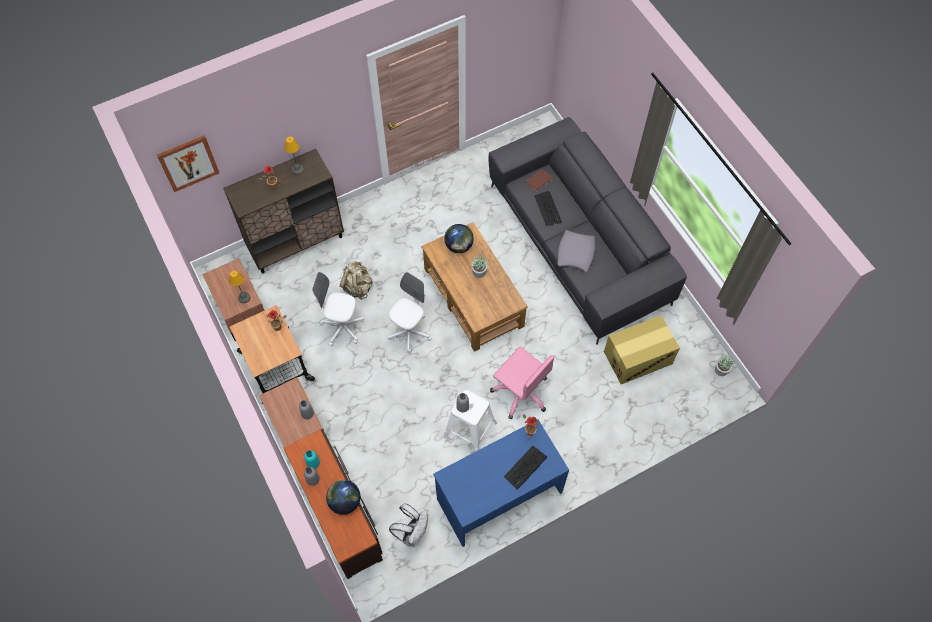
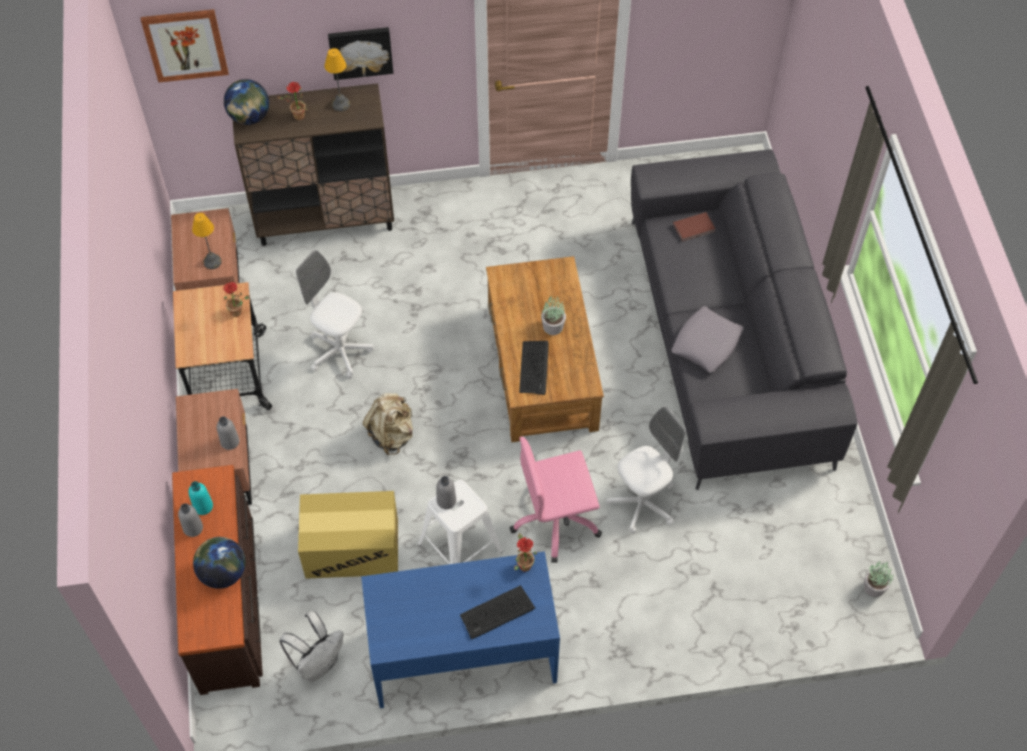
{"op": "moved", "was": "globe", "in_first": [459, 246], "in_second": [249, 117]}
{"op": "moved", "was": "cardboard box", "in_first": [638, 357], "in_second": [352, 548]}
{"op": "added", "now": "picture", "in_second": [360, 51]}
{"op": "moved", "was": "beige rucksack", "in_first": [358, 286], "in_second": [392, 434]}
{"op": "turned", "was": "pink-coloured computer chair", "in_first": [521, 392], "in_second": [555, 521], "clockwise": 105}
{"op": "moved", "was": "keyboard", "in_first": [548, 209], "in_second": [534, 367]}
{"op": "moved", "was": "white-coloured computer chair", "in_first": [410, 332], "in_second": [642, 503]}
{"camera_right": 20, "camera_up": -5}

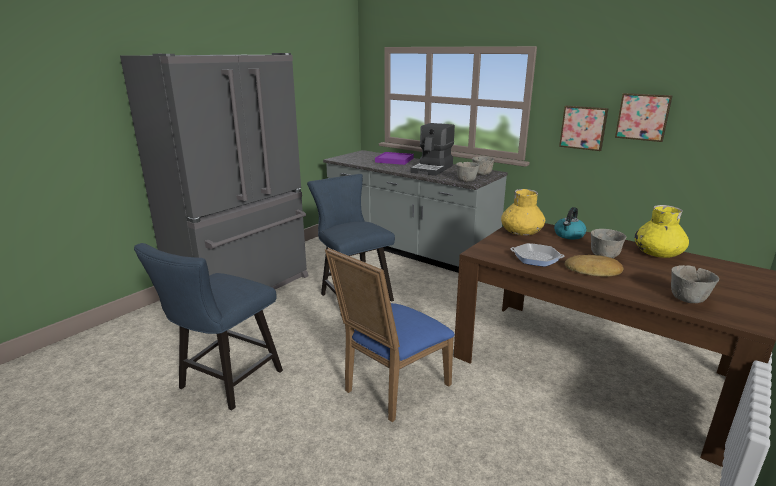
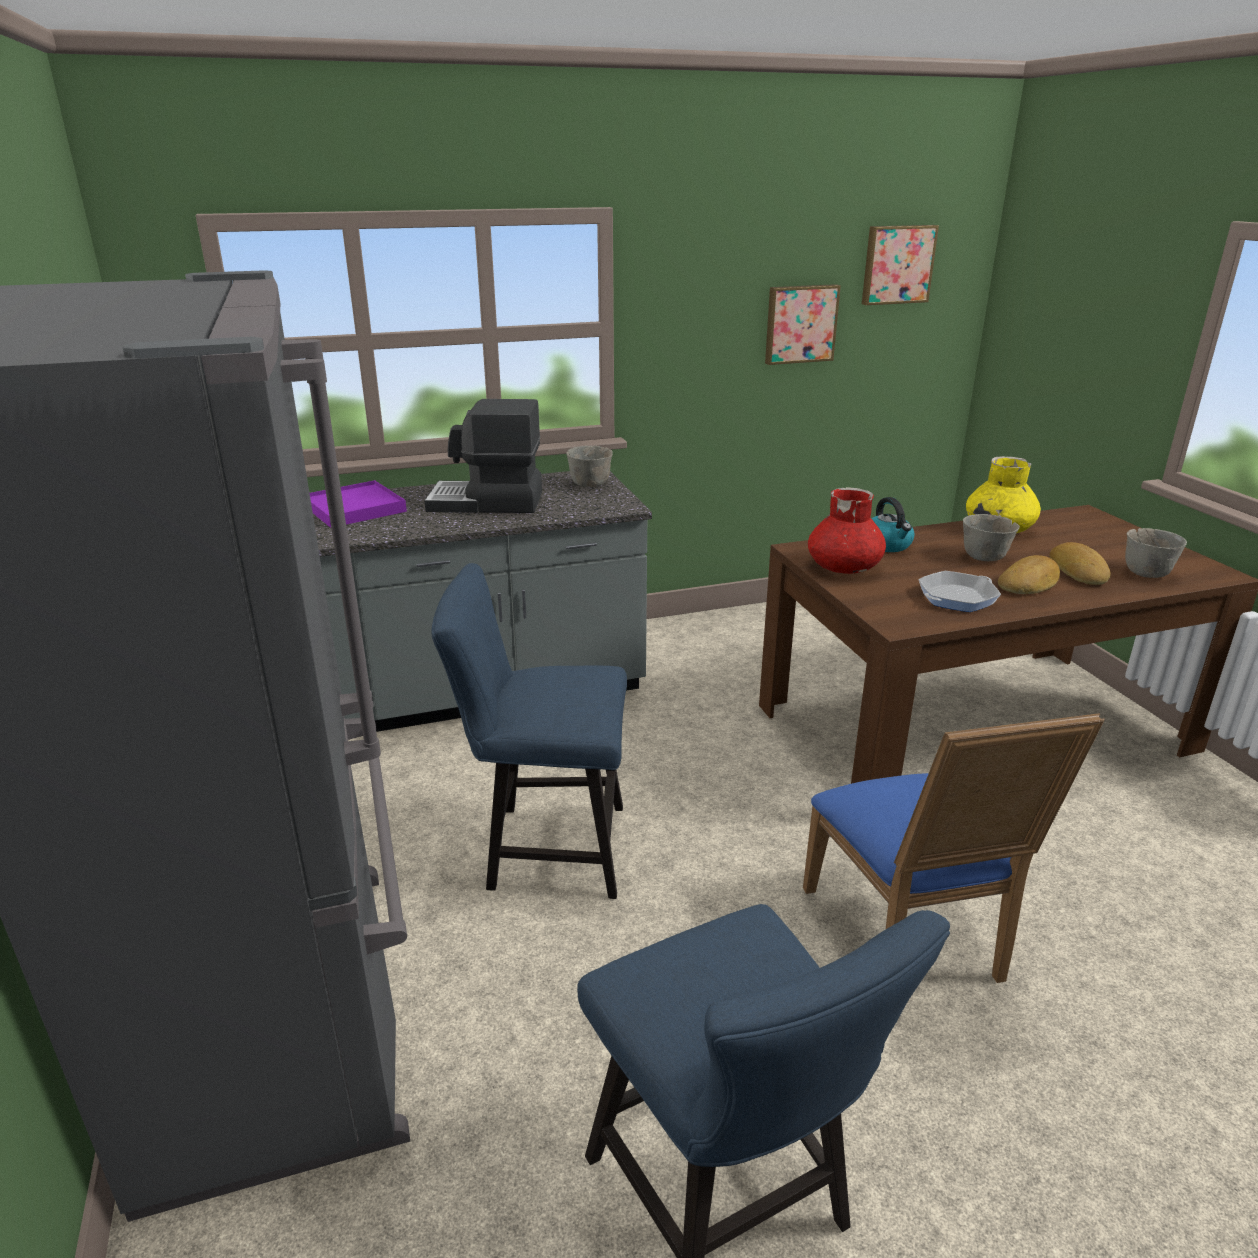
{"op": "turned", "was": "coffee brewer", "in_first": [433, 169], "in_second": [486, 502], "clockwise": 120}
{"op": "recoloured", "was": "yellowish vase", "now": "reddish vase", "in_first": [521, 233], "in_second": [844, 567]}
{"op": "moved", "was": "picture", "in_first": [583, 127], "in_second": [897, 264]}
{"op": "added", "now": "bread", "in_second": [1079, 571]}
{"op": "removed", "was": "grey serving bowl", "in_first": [466, 180]}
{"camera_right": -55, "camera_up": 5}

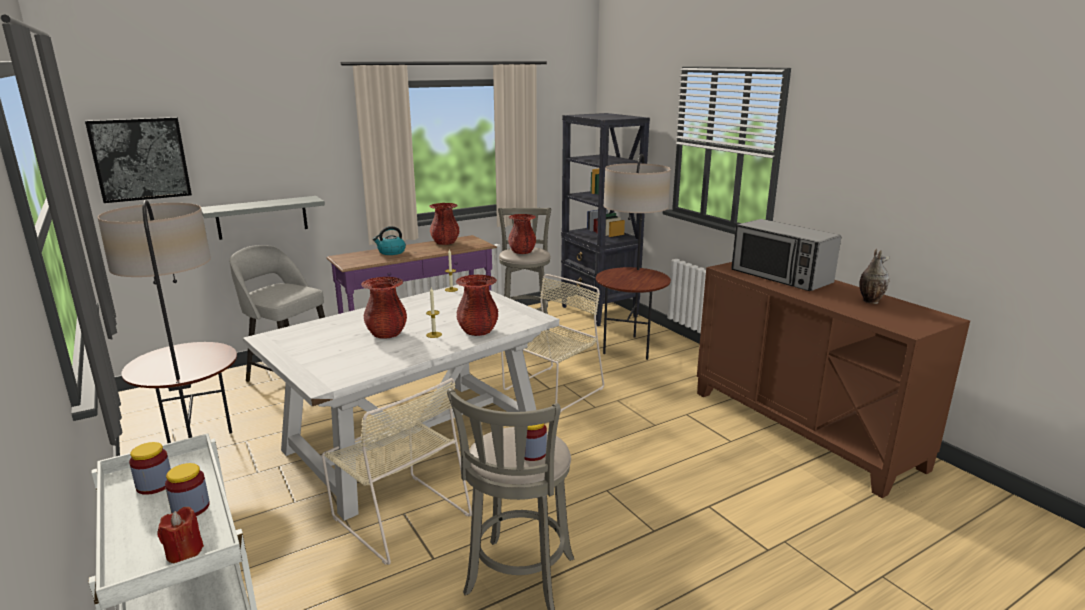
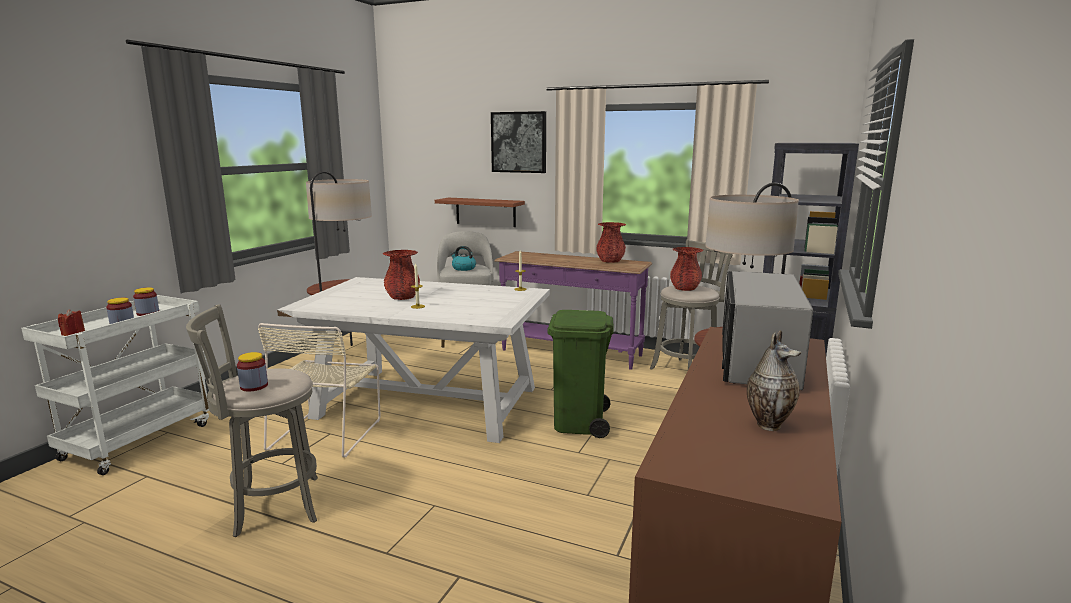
{"op": "recoloured", "was": "grey bracket shelf", "now": "brown-coloured bracket shelf", "in_first": [262, 217], "in_second": [485, 212]}
{"op": "moved", "was": "tea kettle", "in_first": [391, 252], "in_second": [463, 268]}
{"op": "moved", "was": "picture", "in_first": [140, 159], "in_second": [519, 142]}
{"op": "replaced", "was": "beige plain chair", "now": "greenish waste bin", "in_first": [551, 390], "in_second": [579, 423]}
{"op": "removed", "was": "reddish vase", "in_first": [477, 331]}
{"camera_right": 55, "camera_up": -5}

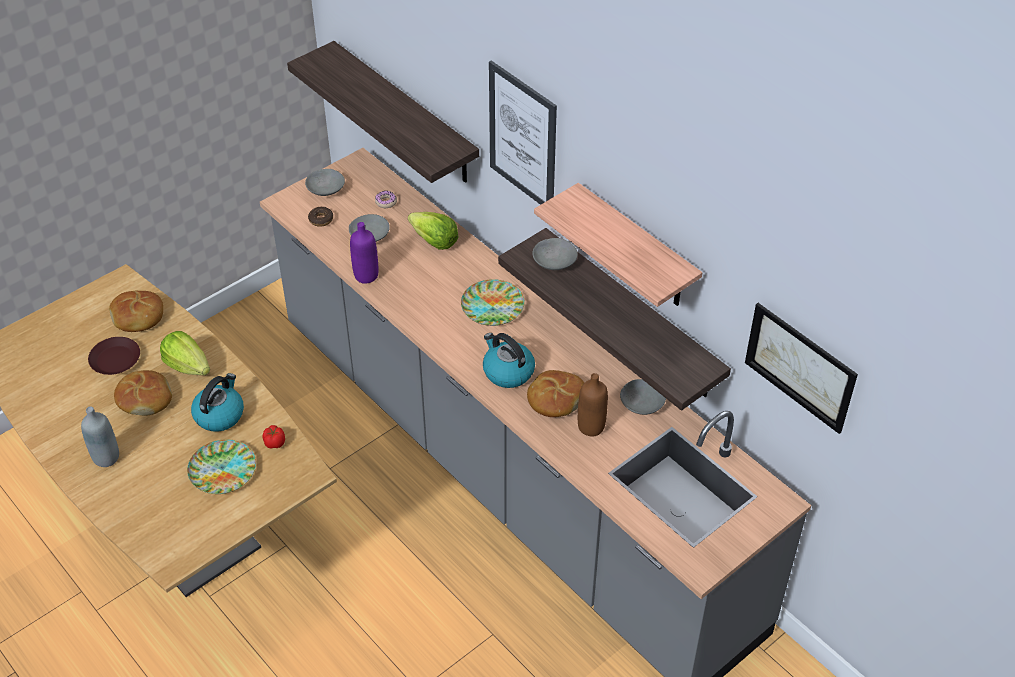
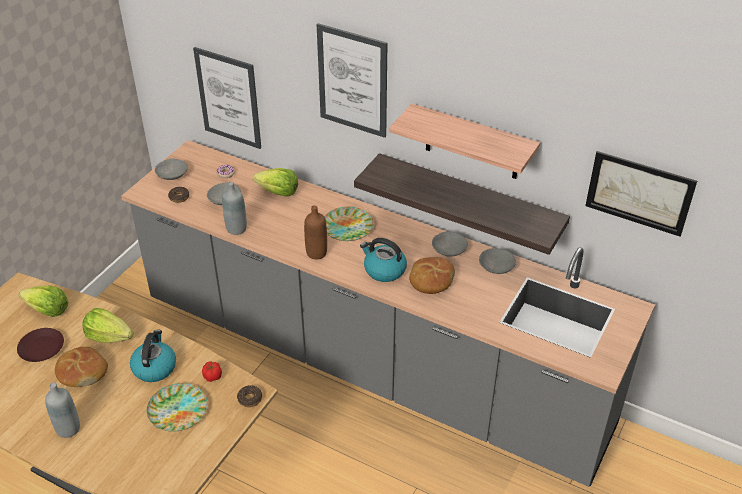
{"op": "replaced", "was": "bread", "now": "lettuce head", "in_first": [138, 317], "in_second": [47, 310]}
{"op": "replaced", "was": "bracket shelf", "now": "picture", "in_first": [405, 114], "in_second": [228, 98]}
{"op": "recoloured", "was": "purple-coloured beverage bottle", "now": "grey beverage bottle", "in_first": [366, 275], "in_second": [236, 229]}
{"op": "added", "now": "donut", "in_second": [250, 399]}
{"op": "moved", "was": "brown-coloured beverage bottle", "in_first": [591, 427], "in_second": [316, 253]}
{"op": "moved", "was": "grey serving bowl", "in_first": [554, 261], "in_second": [449, 249]}
{"camera_right": -20, "camera_up": -5}

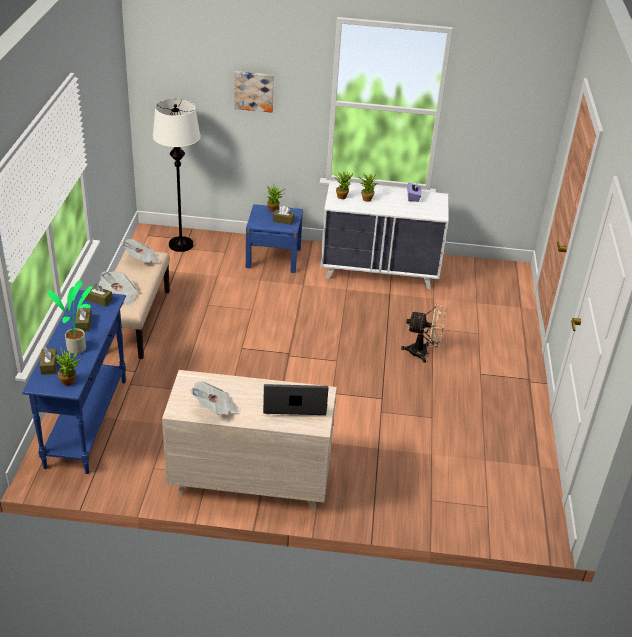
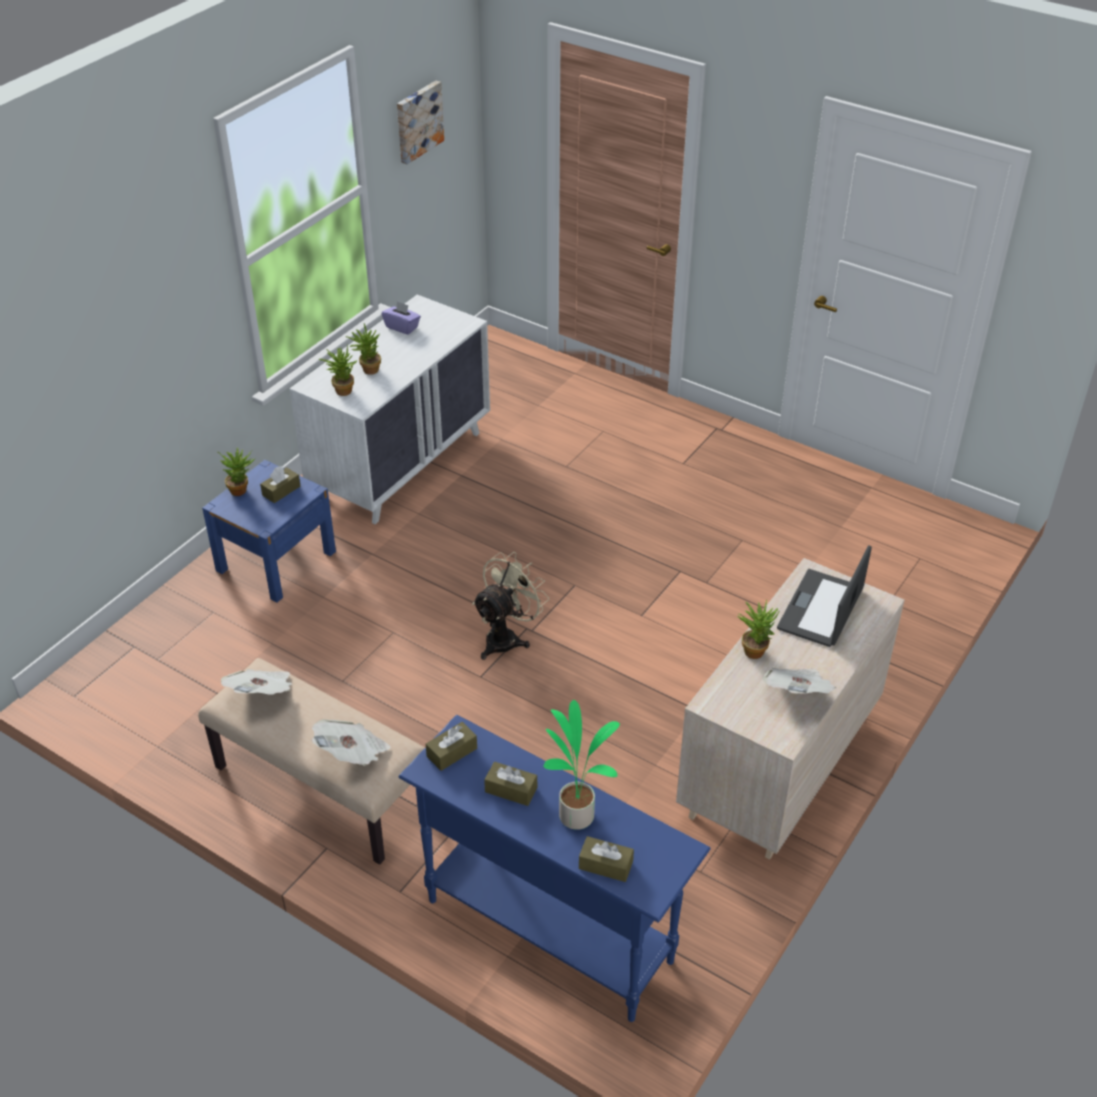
{"op": "moved", "was": "picture", "in_first": [254, 91], "in_second": [418, 121]}
{"op": "moved", "was": "beige cooling fan", "in_first": [423, 353], "in_second": [507, 637]}
{"op": "moved", "was": "plant in a pot", "in_first": [70, 381], "in_second": [755, 649]}
{"op": "removed", "was": "white-coloured floor lamp", "in_first": [181, 245]}
{"camera_right": -60, "camera_up": 5}

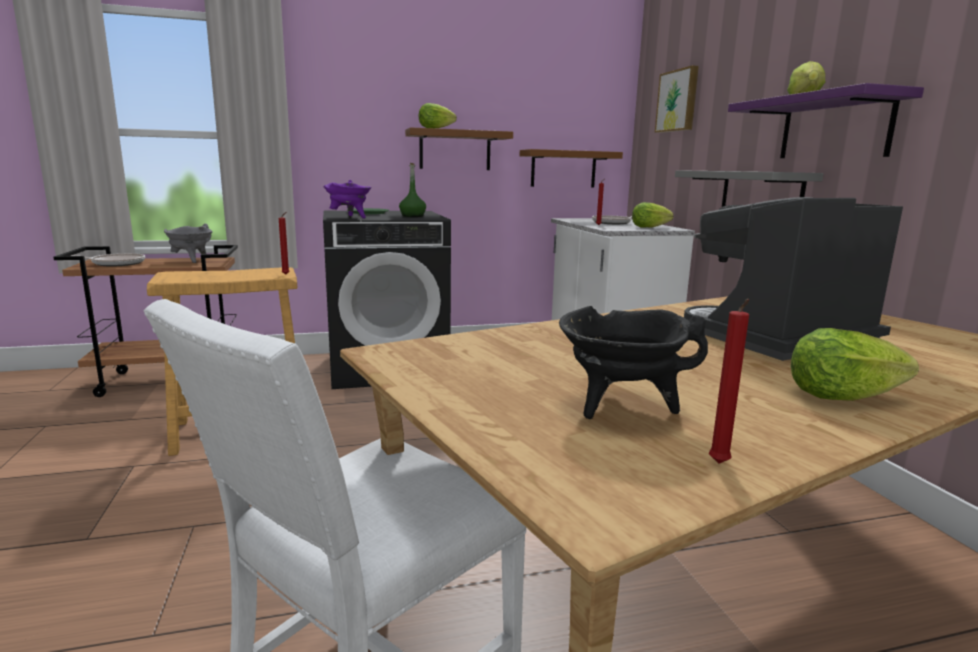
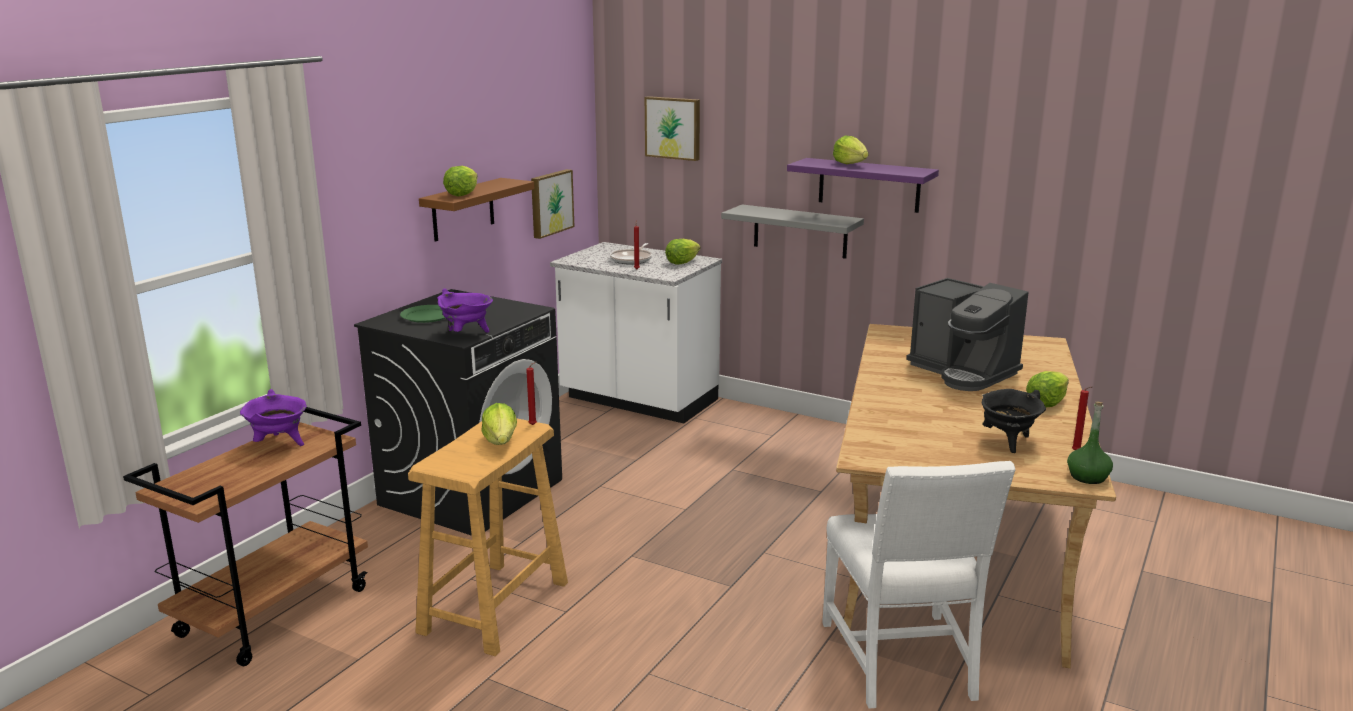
{"op": "recoloured", "was": "grey stockpot", "now": "purple-coloured stockpot", "in_first": [191, 260], "in_second": [279, 444]}
{"op": "added", "now": "lettuce head", "in_second": [501, 442]}
{"op": "replaced", "was": "brown-coloured bracket shelf", "now": "picture", "in_first": [563, 169], "in_second": [550, 203]}
{"op": "turned", "was": "coffee brewer", "in_first": [778, 338], "in_second": [963, 372], "clockwise": -60}
{"op": "moved", "was": "greenish beverage bottle", "in_first": [412, 216], "in_second": [1087, 477]}
{"op": "removed", "was": "pan", "in_first": [115, 263]}
{"camera_right": -45, "camera_up": 5}

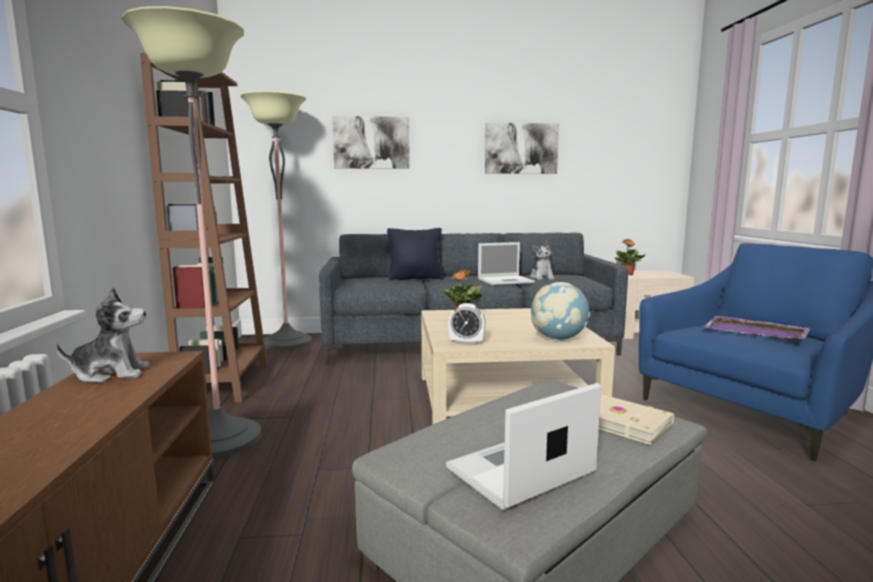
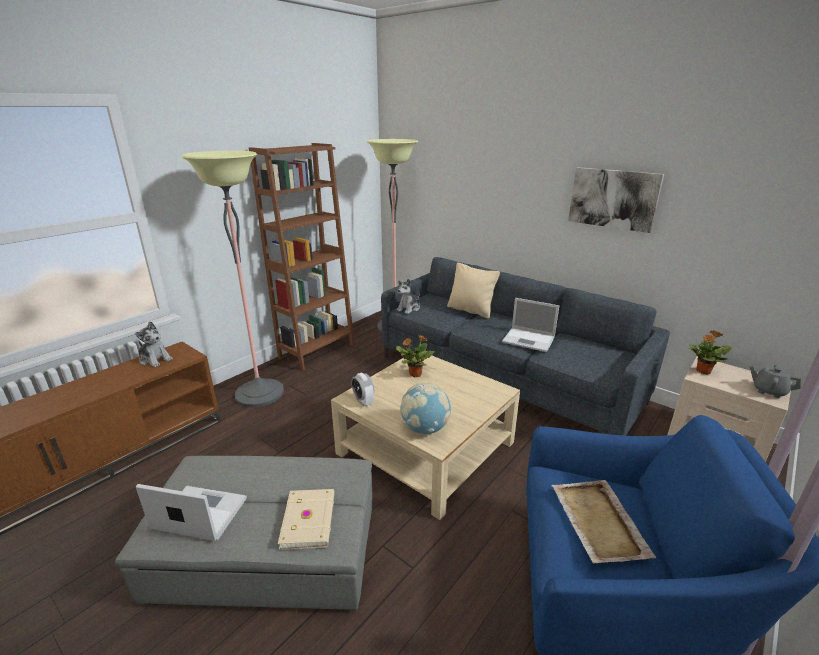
{"op": "moved", "was": "cuddly toy", "in_first": [541, 278], "in_second": [409, 308]}
{"op": "recoloured", "was": "blackish pillow", "now": "beige pillow", "in_first": [415, 278], "in_second": [471, 310]}
{"op": "recoloured", "was": "purple-coloured serving tray", "now": "beige serving tray", "in_first": [756, 331], "in_second": [598, 522]}
{"op": "added", "now": "grey tea pot", "in_second": [768, 391]}
{"op": "removed", "was": "picture", "in_first": [371, 142]}
{"camera_right": 45, "camera_up": 15}

